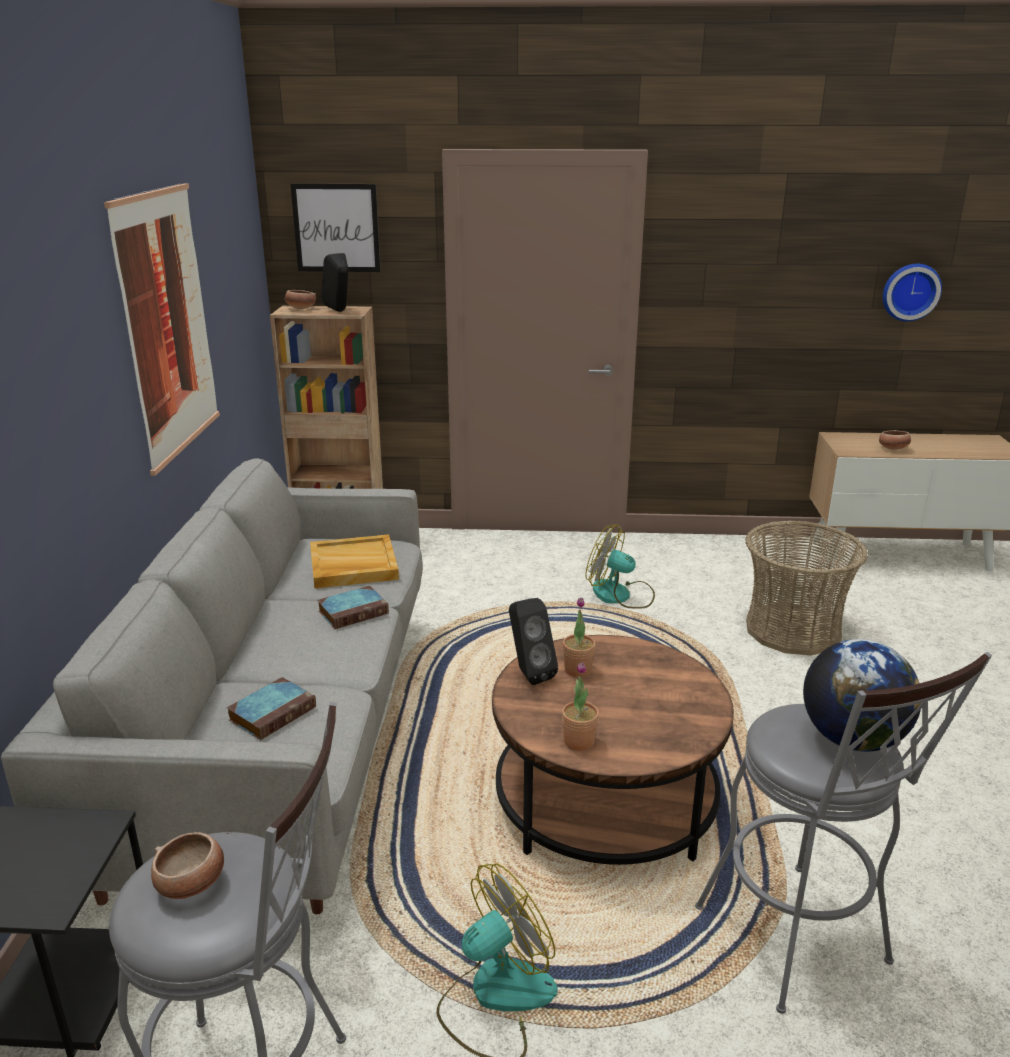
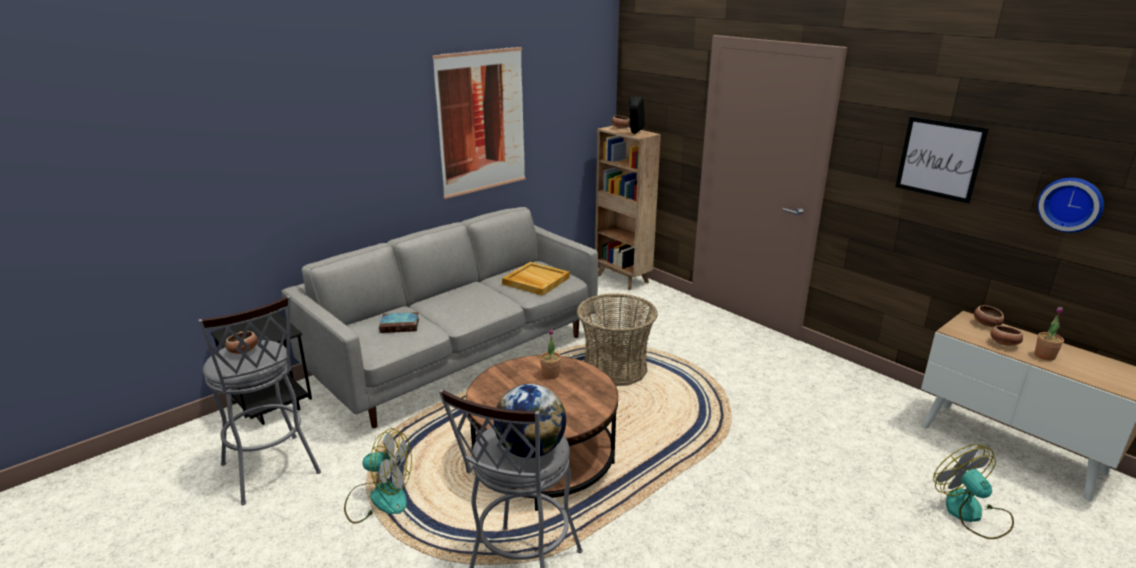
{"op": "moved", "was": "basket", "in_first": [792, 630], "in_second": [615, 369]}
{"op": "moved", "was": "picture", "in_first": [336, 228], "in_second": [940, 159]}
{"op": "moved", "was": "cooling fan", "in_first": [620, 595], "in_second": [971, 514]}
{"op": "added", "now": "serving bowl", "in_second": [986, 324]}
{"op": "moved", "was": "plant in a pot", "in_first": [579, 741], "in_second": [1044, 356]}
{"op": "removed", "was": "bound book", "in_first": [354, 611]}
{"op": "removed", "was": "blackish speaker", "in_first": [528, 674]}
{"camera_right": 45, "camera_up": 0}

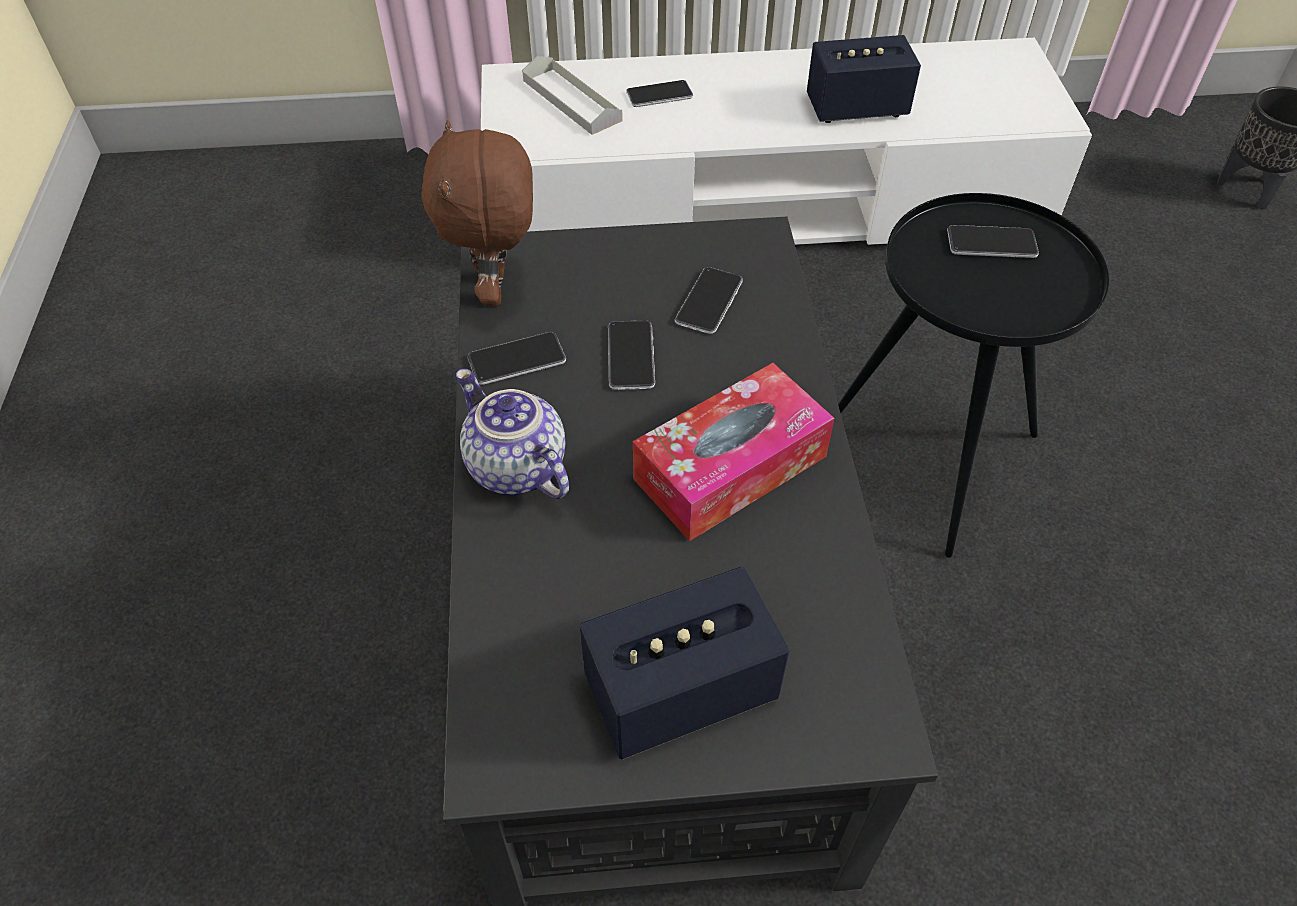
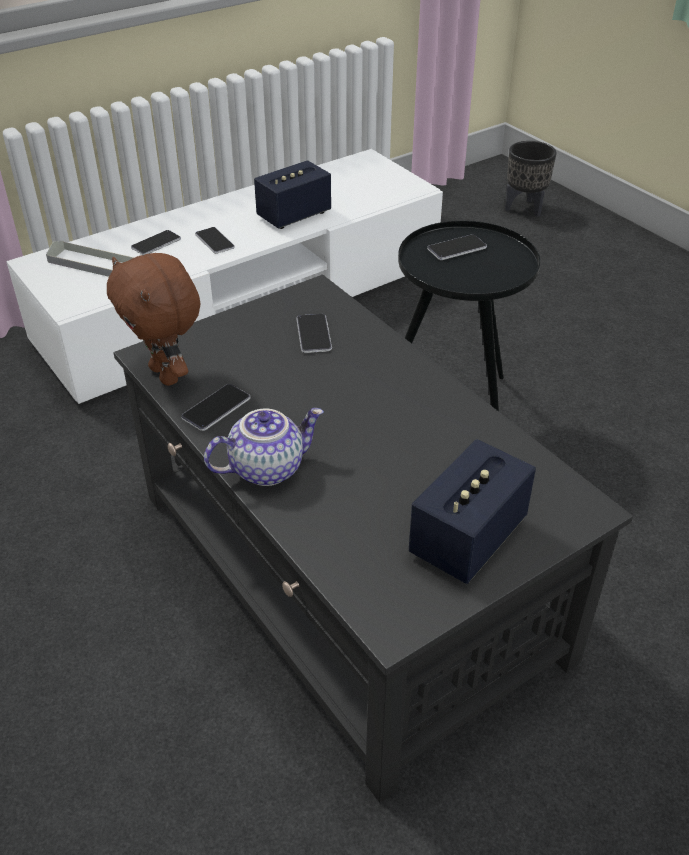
{"op": "moved", "was": "telephone", "in_first": [631, 356], "in_second": [215, 241]}
{"op": "turned", "was": "tea pot", "in_first": [514, 468], "in_second": [267, 467], "clockwise": 135}
{"op": "removed", "was": "tissue box", "in_first": [730, 468]}
{"camera_right": -30, "camera_up": -10}

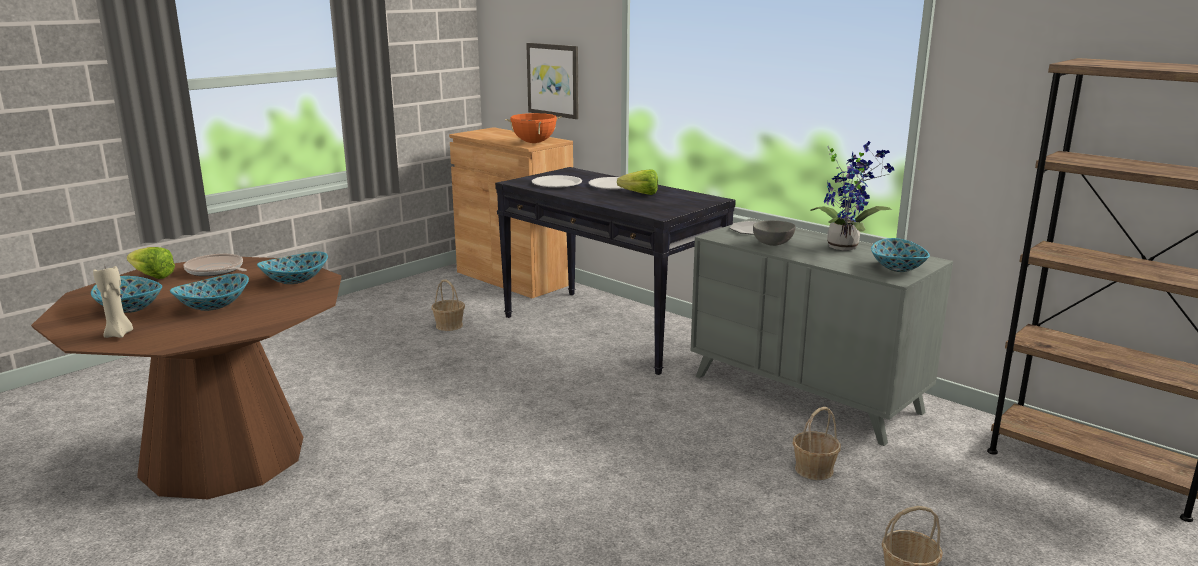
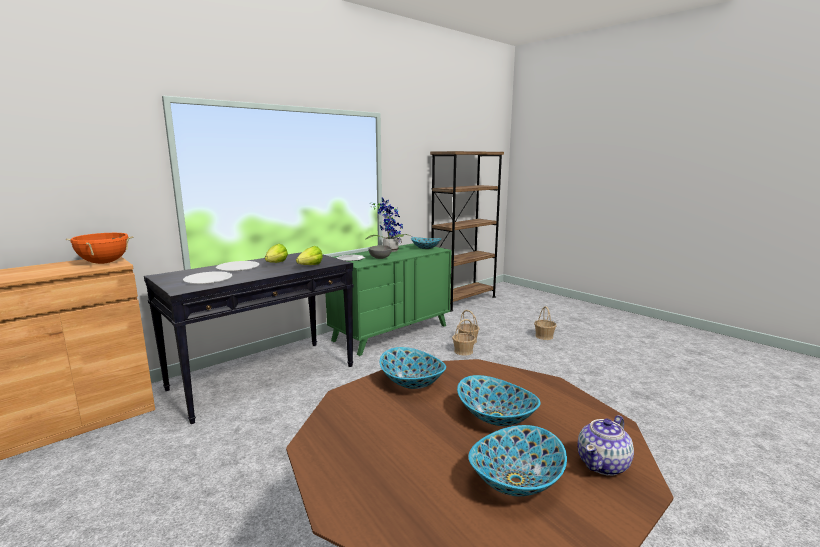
{"op": "moved", "was": "lettuce head", "in_first": [150, 275], "in_second": [307, 266]}
{"op": "recoloured", "was": "grey dresser", "now": "greenish dresser", "in_first": [806, 394], "in_second": [391, 333]}
{"op": "moved", "was": "basket", "in_first": [449, 325], "in_second": [463, 351]}
{"op": "replaced", "was": "beige candle", "now": "tea pot", "in_first": [119, 334], "in_second": [603, 464]}
{"op": "removed", "was": "pan", "in_first": [216, 270]}
{"op": "removed", "was": "picture", "in_first": [553, 80]}
{"camera_right": -85, "camera_up": -5}

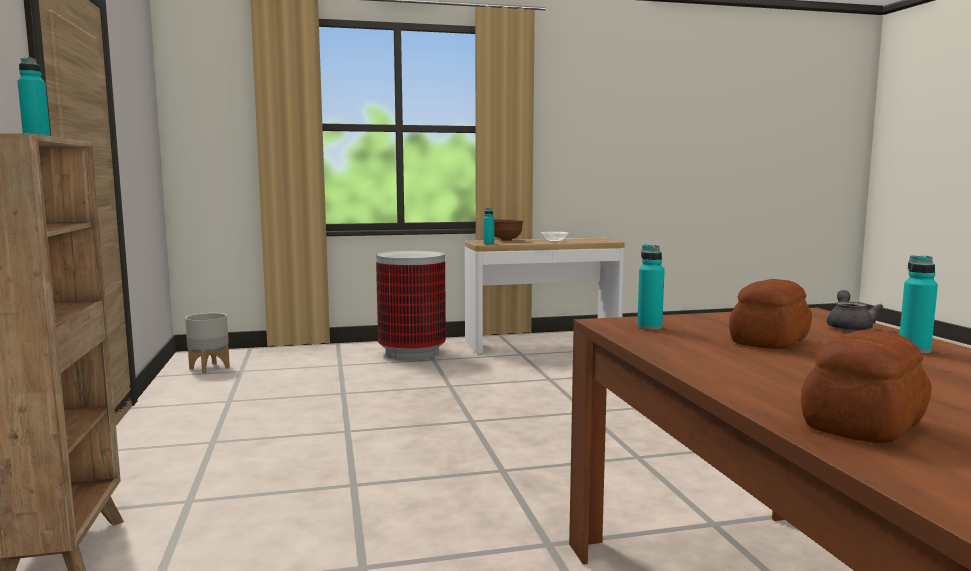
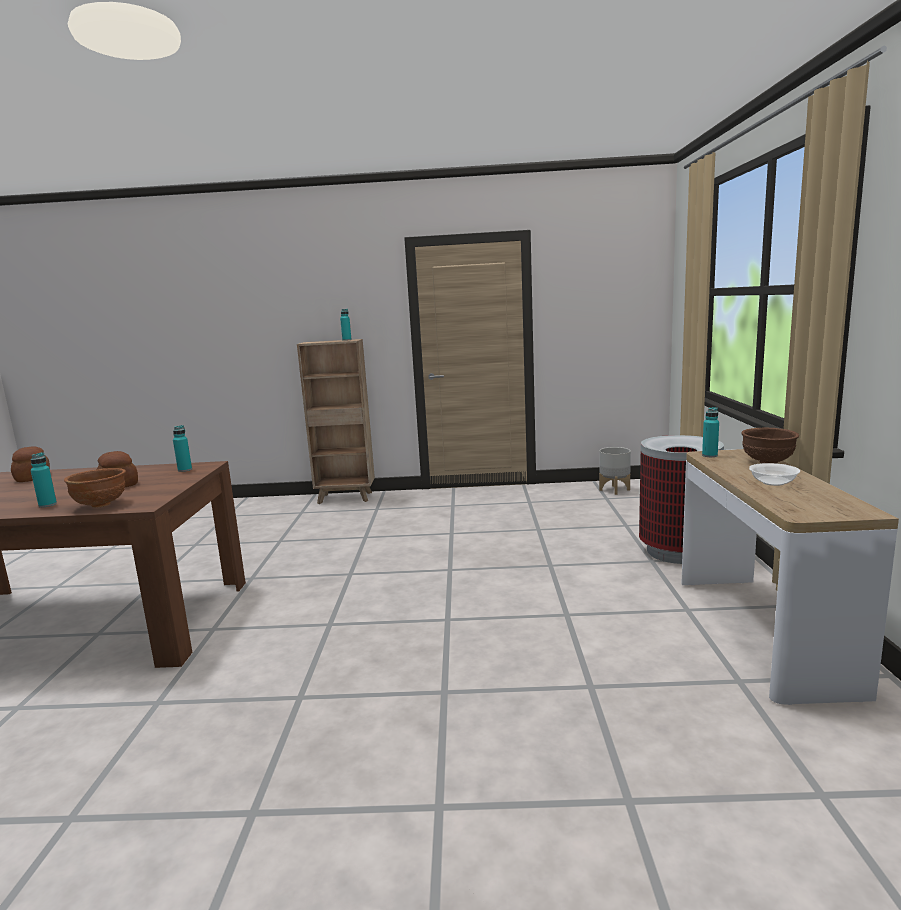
{"op": "replaced", "was": "grey tea pot", "now": "brown-coloured serving bowl", "in_first": [849, 327], "in_second": [101, 505]}
{"camera_right": 105, "camera_up": 5}

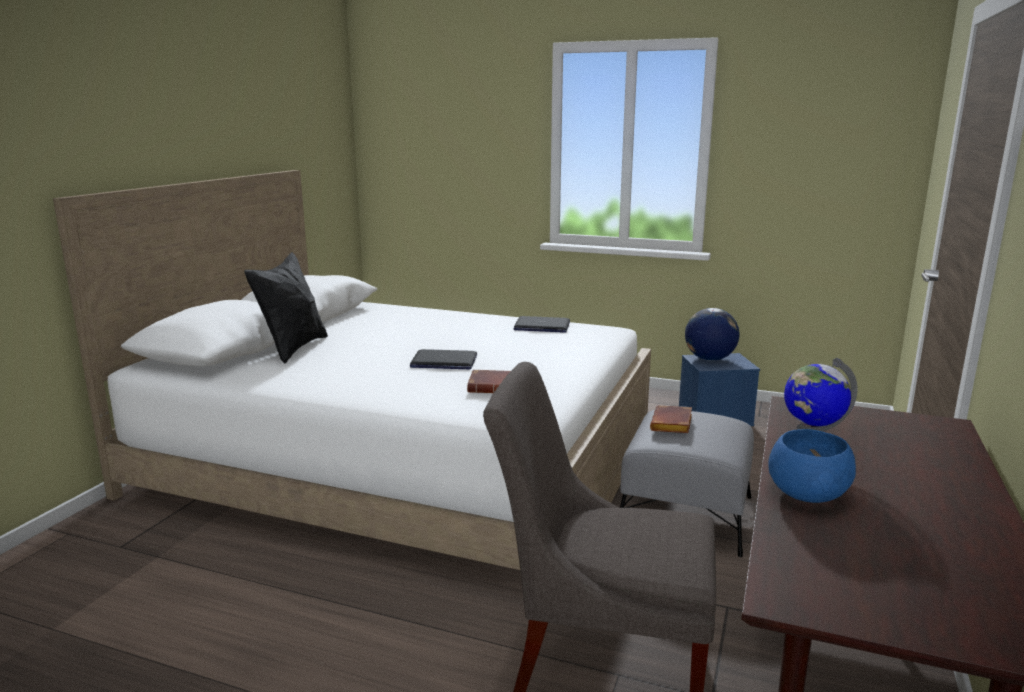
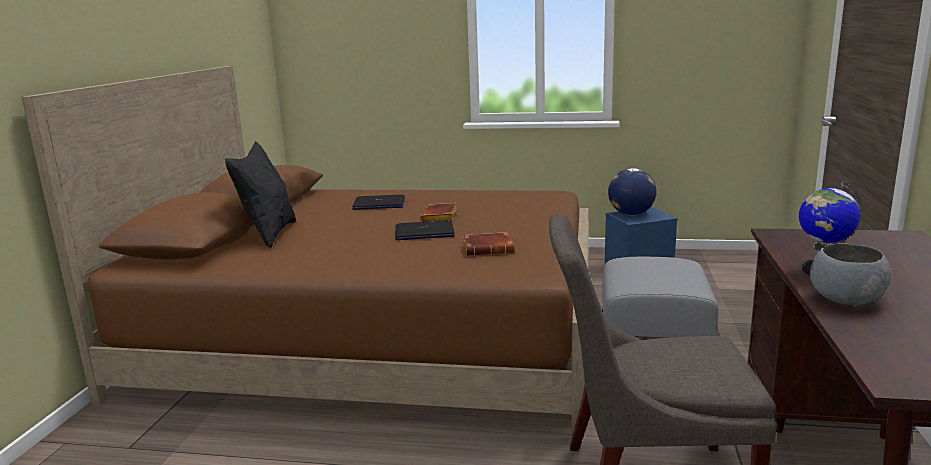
{"op": "recoloured", "was": "white-coloured bedroom bed", "now": "brown-coloured bedroom bed", "in_first": [401, 462], "in_second": [377, 335]}
{"op": "moved", "was": "laptop", "in_first": [541, 326], "in_second": [379, 204]}
{"op": "moved", "was": "brown-coloured bound book", "in_first": [673, 425], "in_second": [440, 217]}
{"op": "recoloured", "was": "blue serving bowl", "now": "grey serving bowl", "in_first": [806, 494], "in_second": [844, 299]}
{"camera_right": -10, "camera_up": 0}

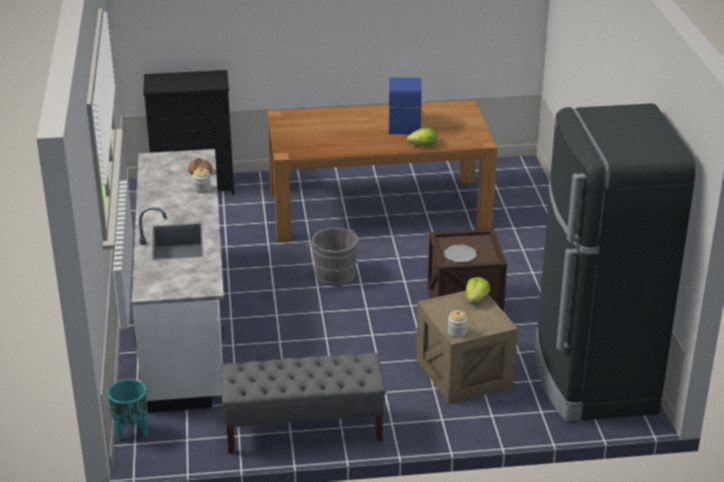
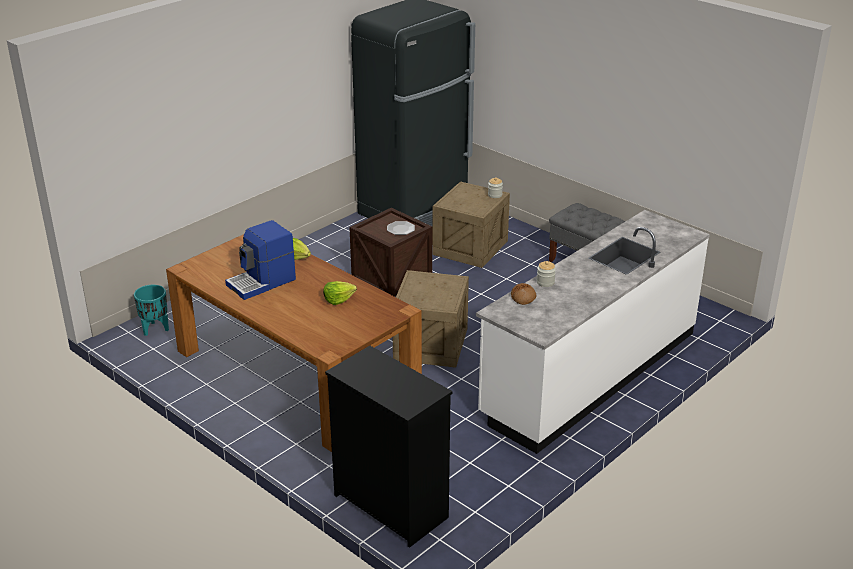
{"op": "moved", "was": "turquoise planter", "in_first": [131, 432], "in_second": [155, 329]}
{"op": "moved", "was": "lettuce head", "in_first": [476, 298], "in_second": [338, 299]}
{"op": "replaced", "was": "grey bucket", "now": "packing crate", "in_first": [333, 274], "in_second": [431, 343]}
{"camera_right": -130, "camera_up": 0}

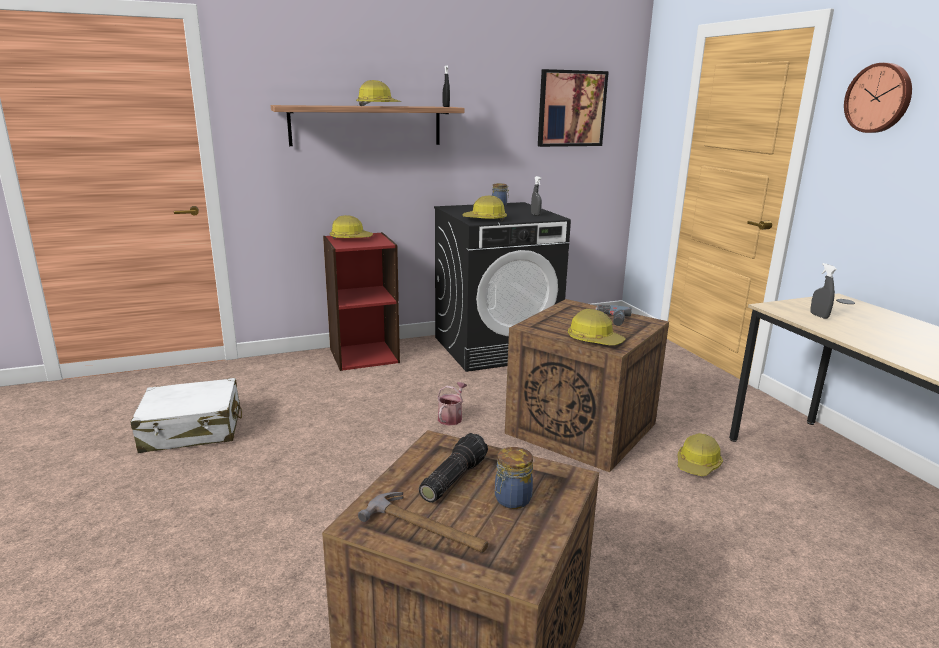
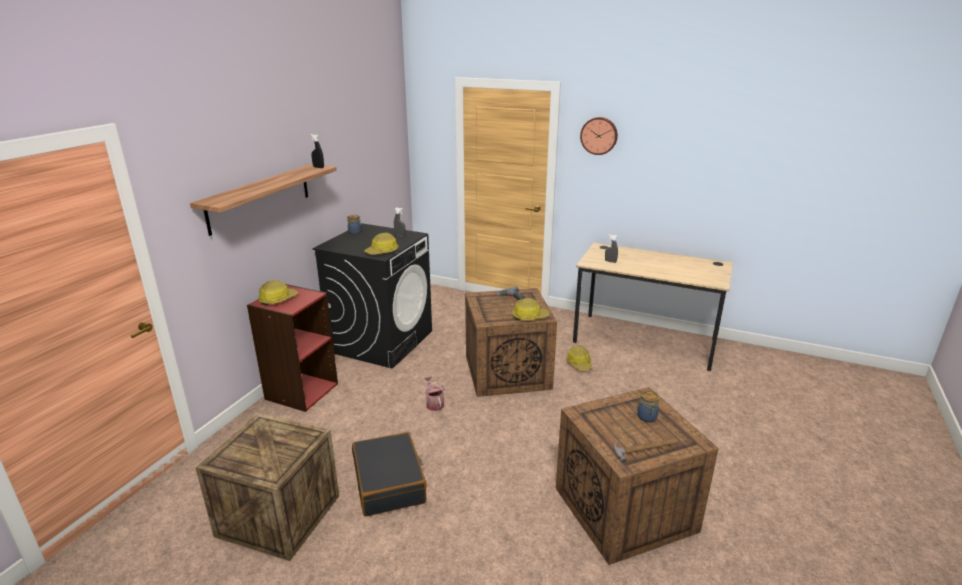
{"op": "replaced", "was": "white-coloured suitcase", "now": "packing crate", "in_first": [192, 430], "in_second": [279, 515]}
{"op": "added", "now": "blackish suitcase", "in_second": [389, 483]}
{"op": "removed", "was": "safety helmet", "in_first": [378, 106]}
{"op": "removed", "was": "flashlight", "in_first": [452, 478]}
{"op": "removed", "was": "picture", "in_first": [571, 108]}
{"camera_right": -45, "camera_up": 5}

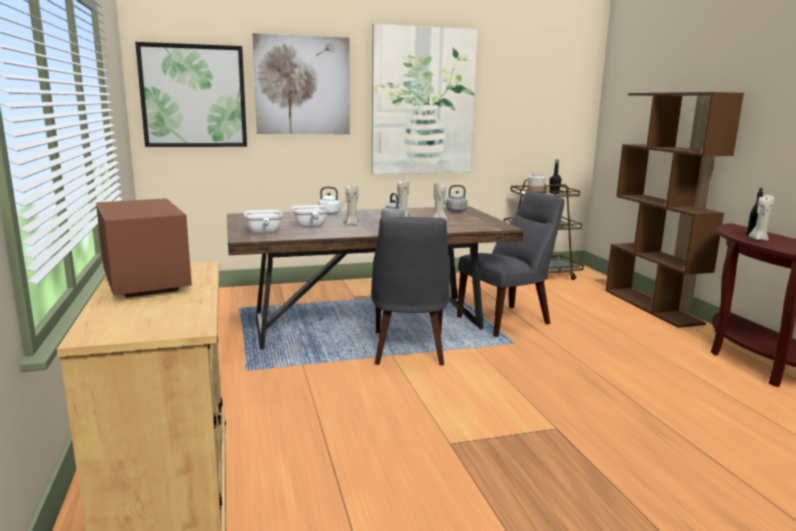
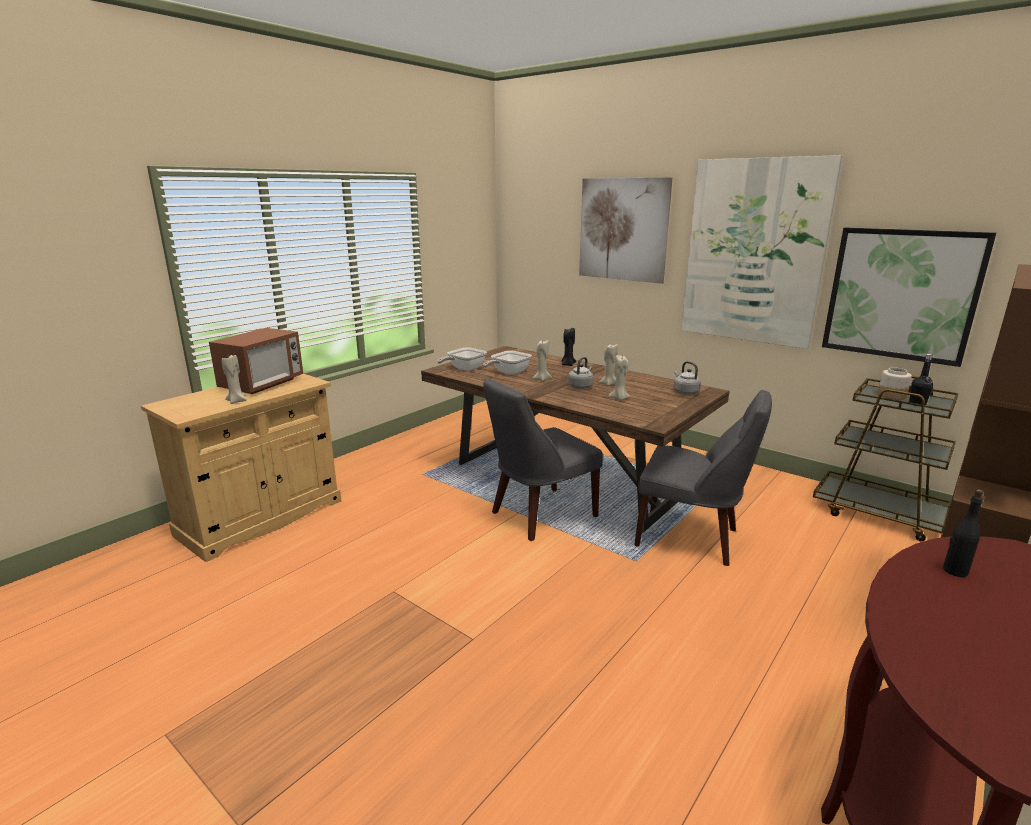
{"op": "moved", "was": "beige candle", "in_first": [758, 239], "in_second": [237, 401]}
{"op": "replaced", "was": "white-coloured tea kettle", "now": "blackish candle", "in_first": [330, 214], "in_second": [567, 364]}
{"op": "moved", "was": "picture", "in_first": [193, 96], "in_second": [901, 294]}
{"camera_right": 55, "camera_up": 5}

